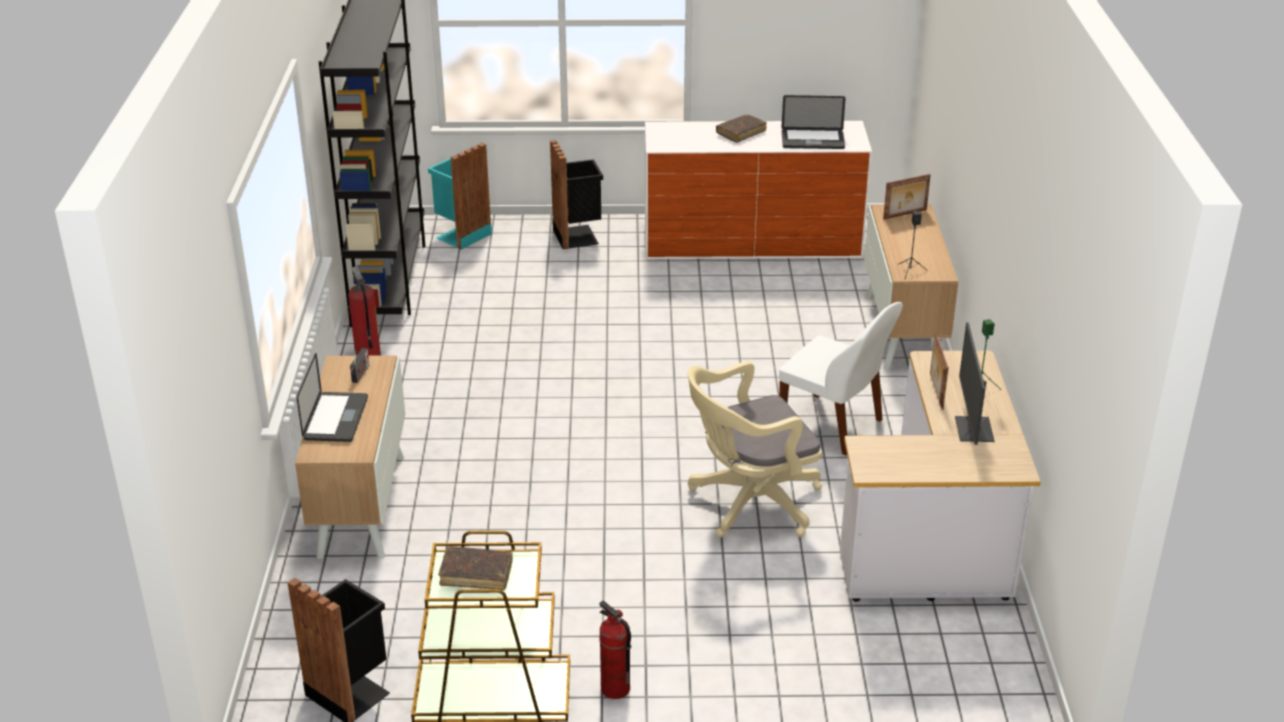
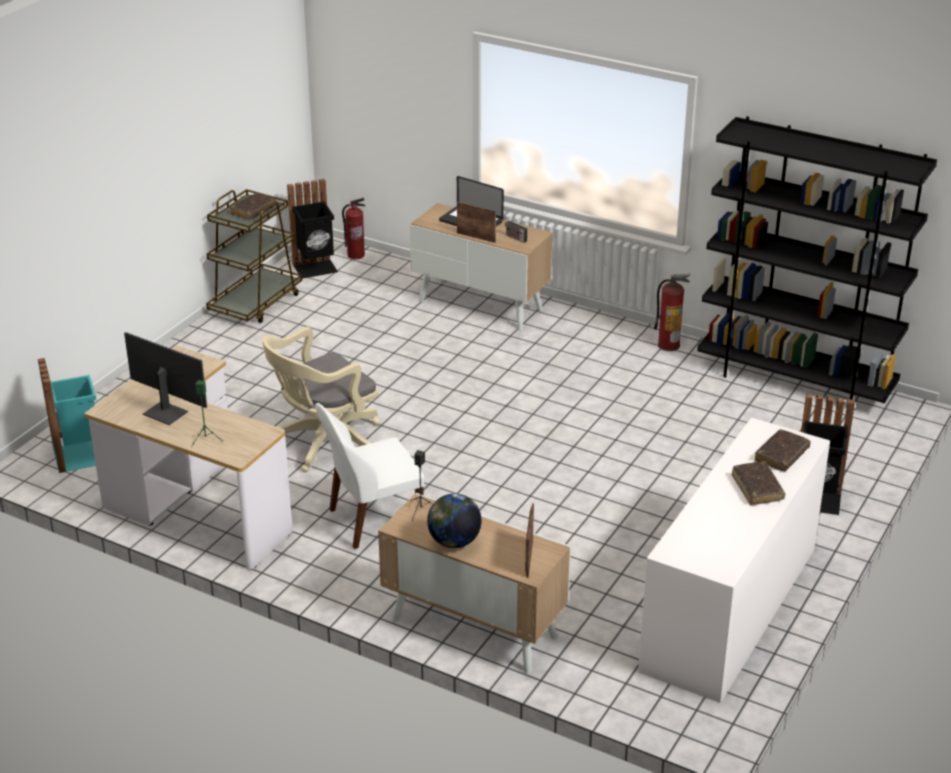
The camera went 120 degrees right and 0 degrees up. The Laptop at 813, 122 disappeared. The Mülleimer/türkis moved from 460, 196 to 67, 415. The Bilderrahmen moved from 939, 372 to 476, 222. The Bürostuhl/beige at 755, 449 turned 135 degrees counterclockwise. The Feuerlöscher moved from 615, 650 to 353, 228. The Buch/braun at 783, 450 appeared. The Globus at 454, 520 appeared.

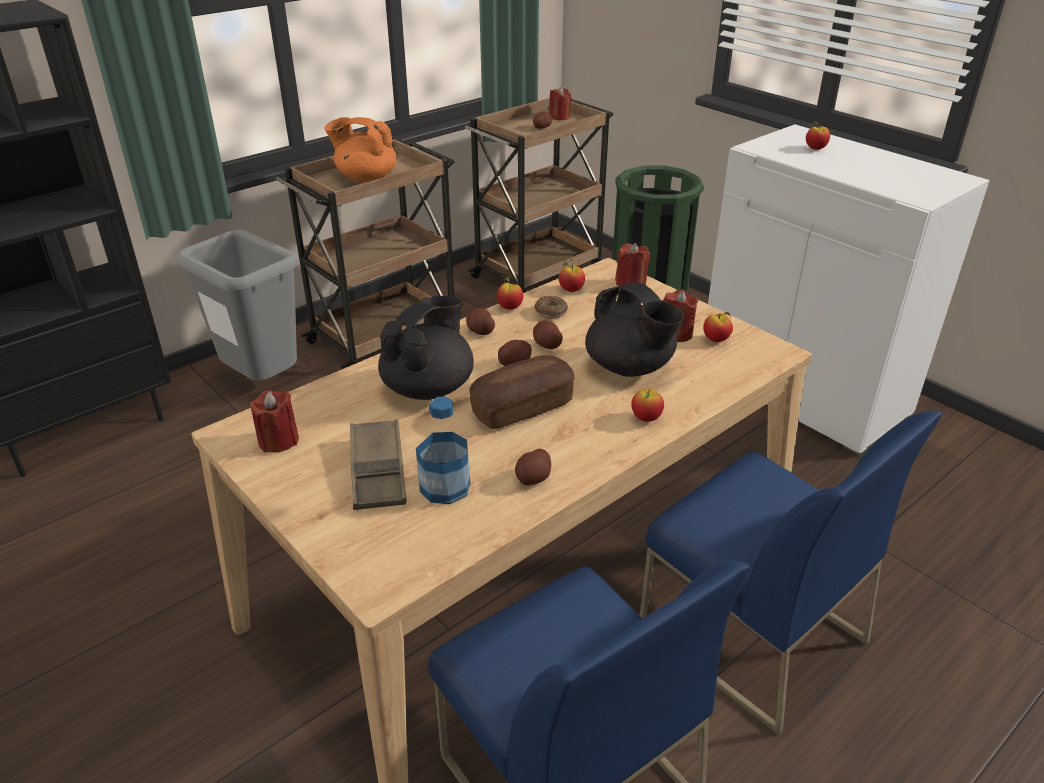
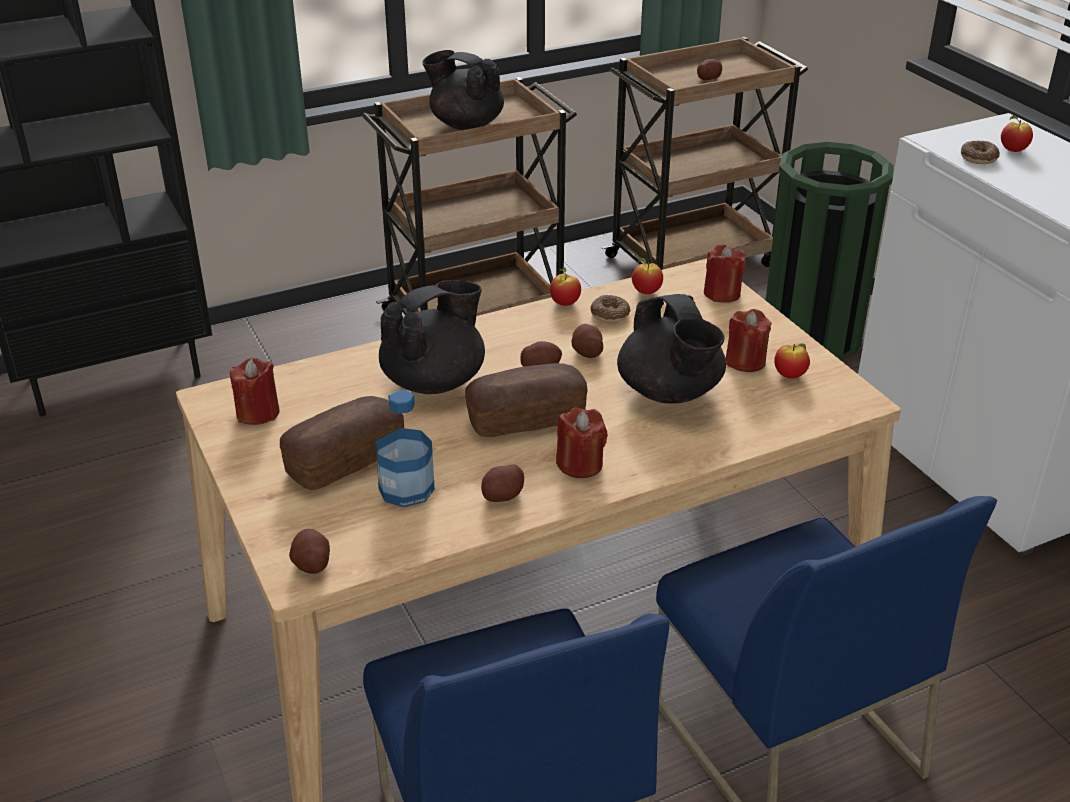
The camera went 15 degrees right and 0 degrees up. The Kerze/rot moved from 560, 103 to 582, 443. The Teekanne/orange at 360, 150 became the Teekanne/schwarz at 463, 90. The Mülleimer/grau at 238, 305 disappeared. The Kartoffel moved from 480, 321 to 309, 551. The Apfel at 647, 405 disappeared. The Tablett/braun at 378, 464 was replaced by the Brot at 342, 443. The Donut at 980, 152 appeared.

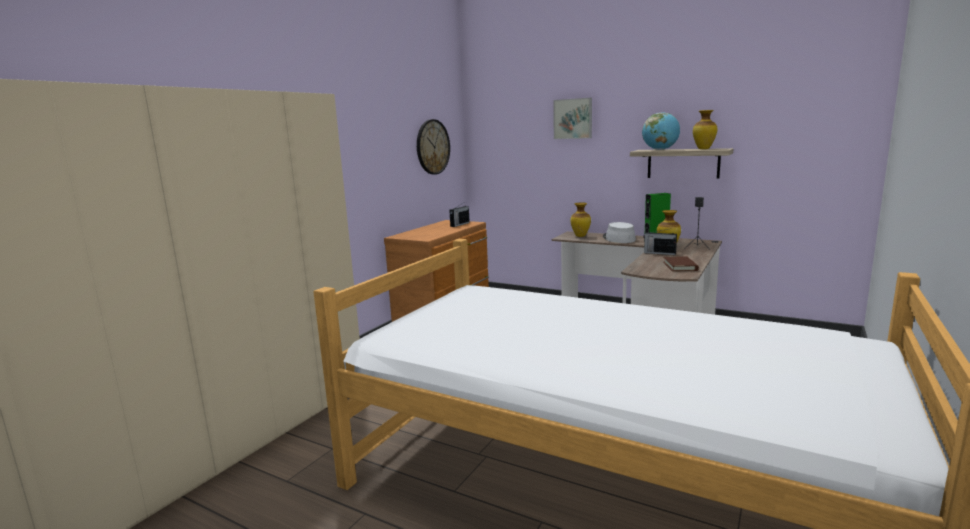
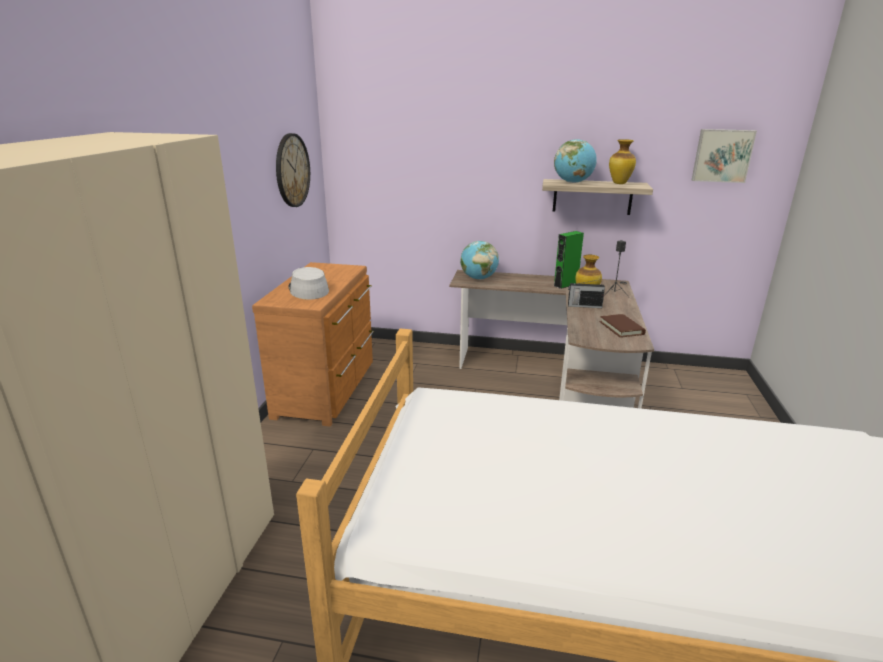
The camera went 20 degrees left and 10 degrees up. The Bild moved from 572, 118 to 724, 156. The Radio at 459, 215 disappeared. The Vase at 580, 220 was replaced by the Globus at 479, 260. The Hut/grau moved from 619, 232 to 308, 283.

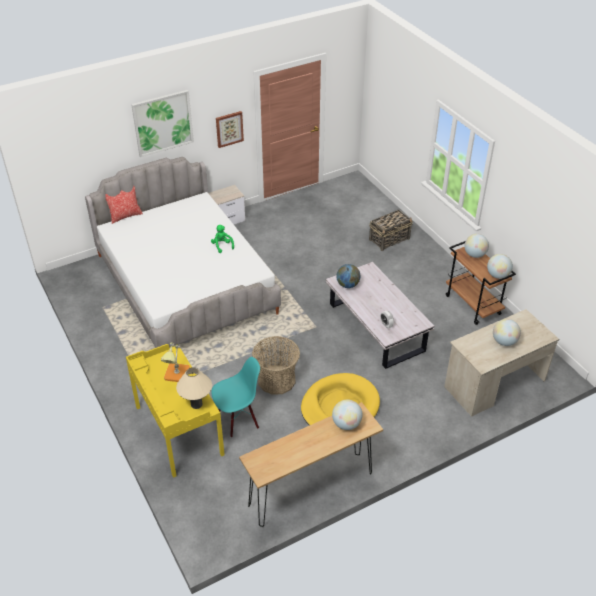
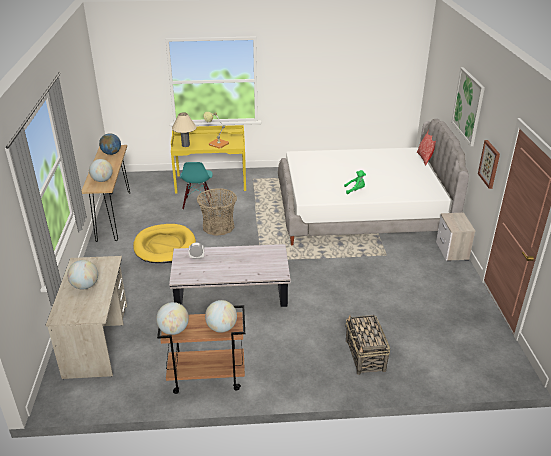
The camera went 115 degrees right and 10 degrees down. The Globus moved from 348, 276 to 110, 144.

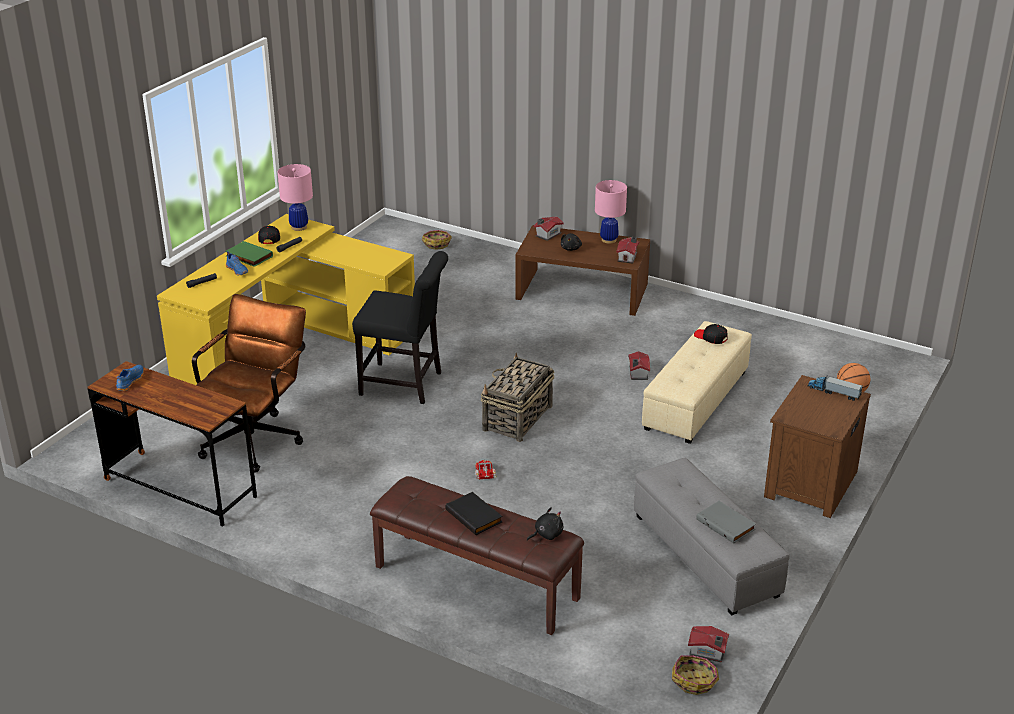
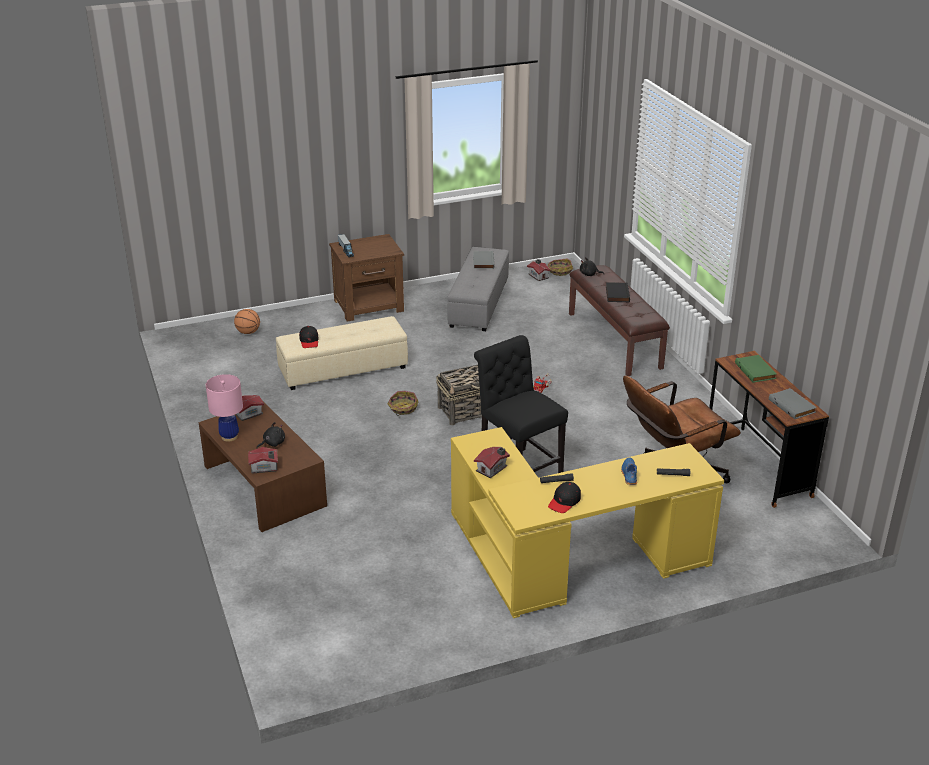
The camera went 140 degrees left and 0 degrees up. The Tischlampe/rosa at 295, 197 disappeared. The Korb moved from 437, 240 to 403, 403. The Buch/grün moved from 249, 254 to 755, 369. The Spielzeughaus moved from 639, 365 to 492, 462. The Schuh/blau at 130, 378 was replaced by the Buch/grau at 793, 403.

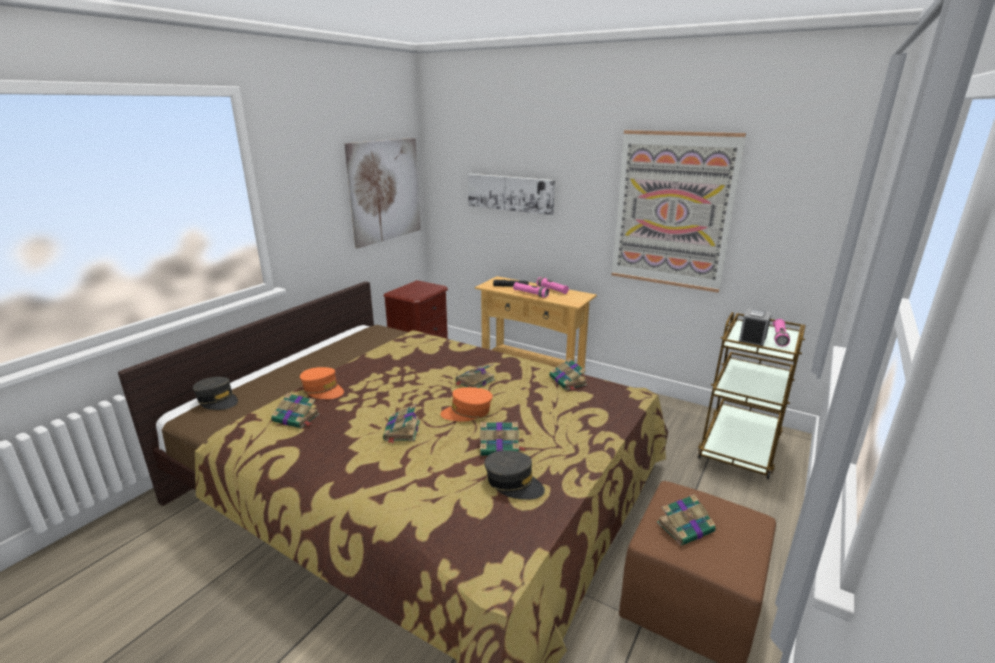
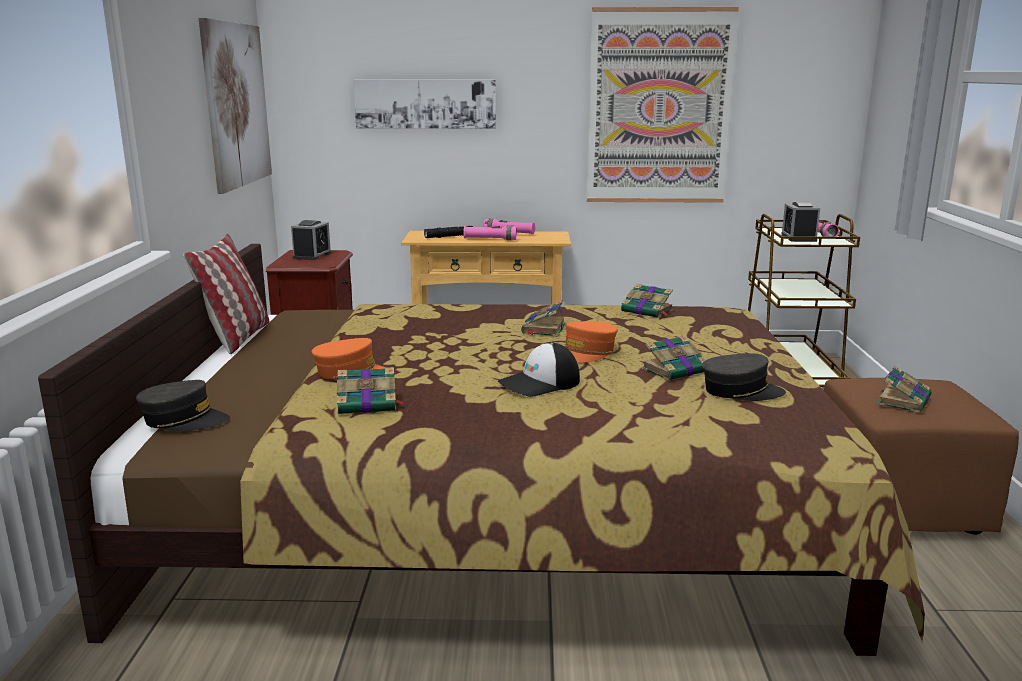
The camera went 30 degrees left and 5 degrees down. The Buch at 401, 423 was replaced by the Kappe at 539, 369. The Wecker at 311, 240 appeared. The Kissen at 226, 294 appeared.

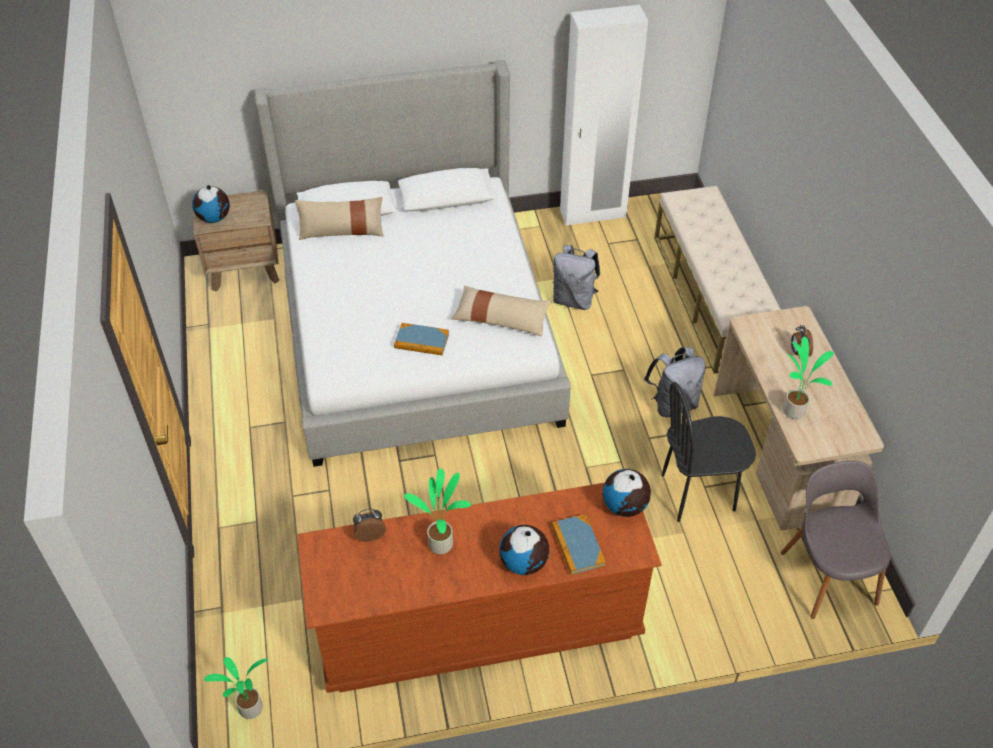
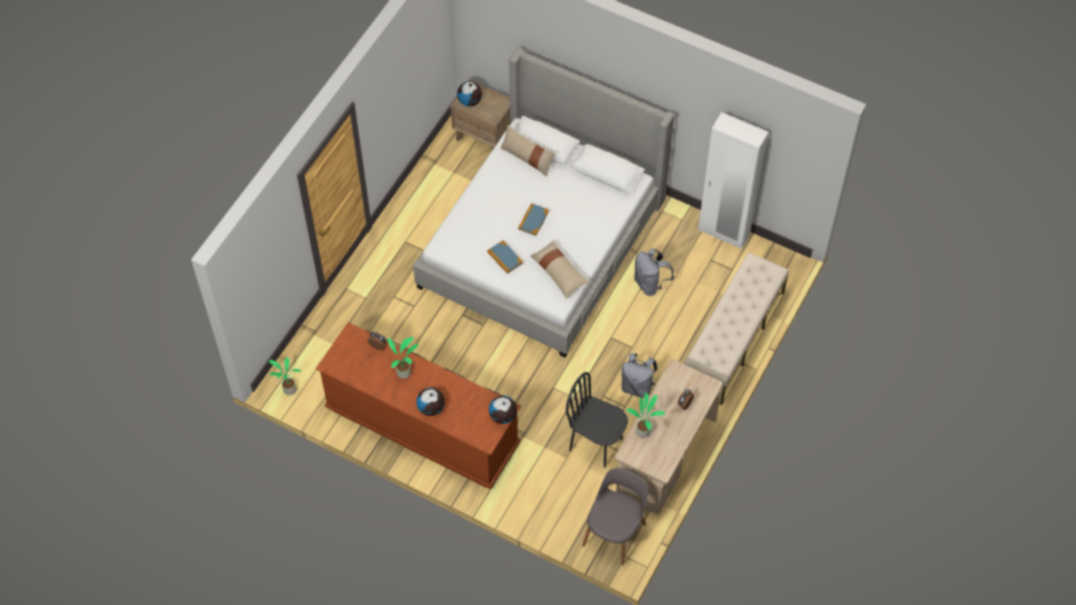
The camera went 40 degrees right and 10 degrees up. The Buch moved from 578, 544 to 533, 219.

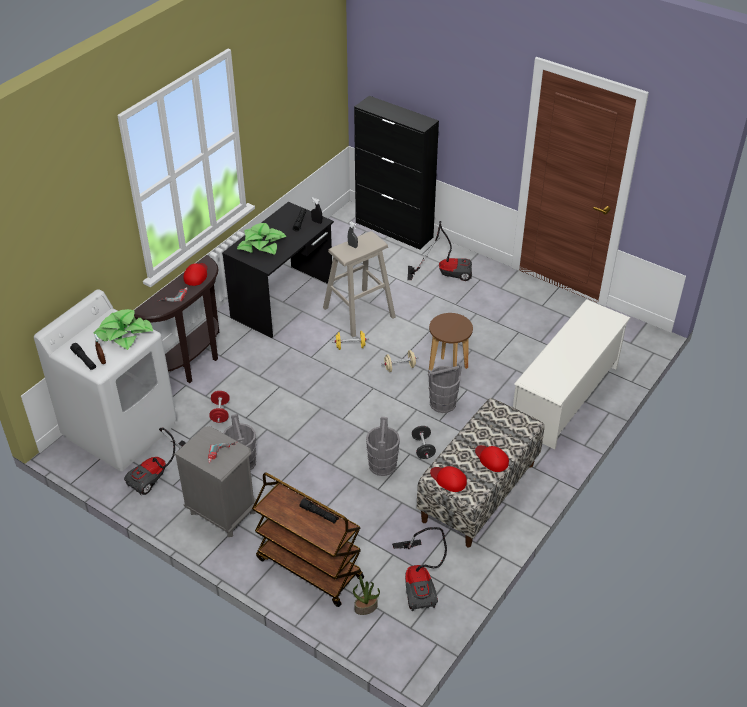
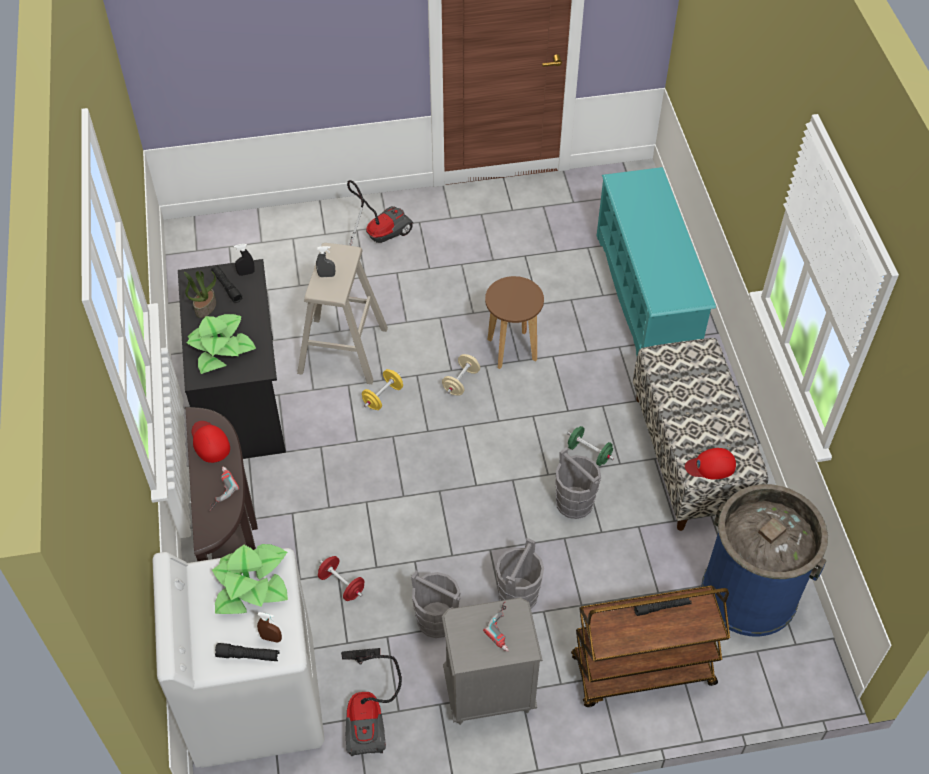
The camera went 45 degrees left and 10 degrees up. The Schrank/schwarz at 396, 173 disappeared. The Schuhregal/weiß at 571, 374 became the Schuhregal/türkis at 656, 261. The Eimer/grau moved from 445, 387 to 520, 573. The Hantel/schwarz at 424, 442 became the Hantel/grün at 590, 446. The Kappe/rot at 492, 458 disappeared. The Staubsauger at 419, 569 was replaced by the Mülleimer/blau at 764, 560. The Topfpflanze moved from 366, 595 to 200, 294.

